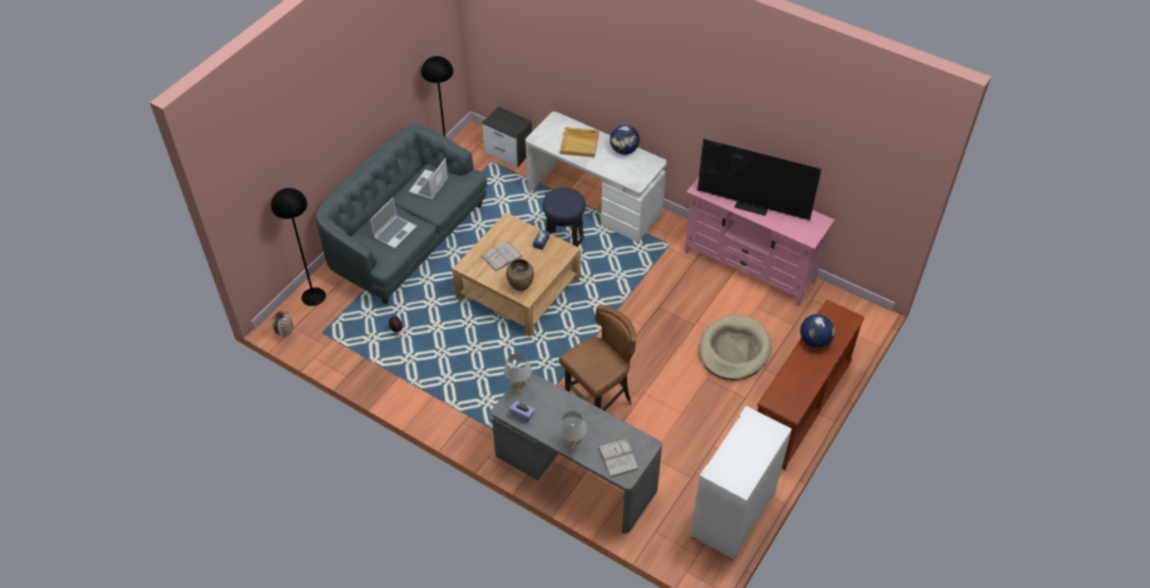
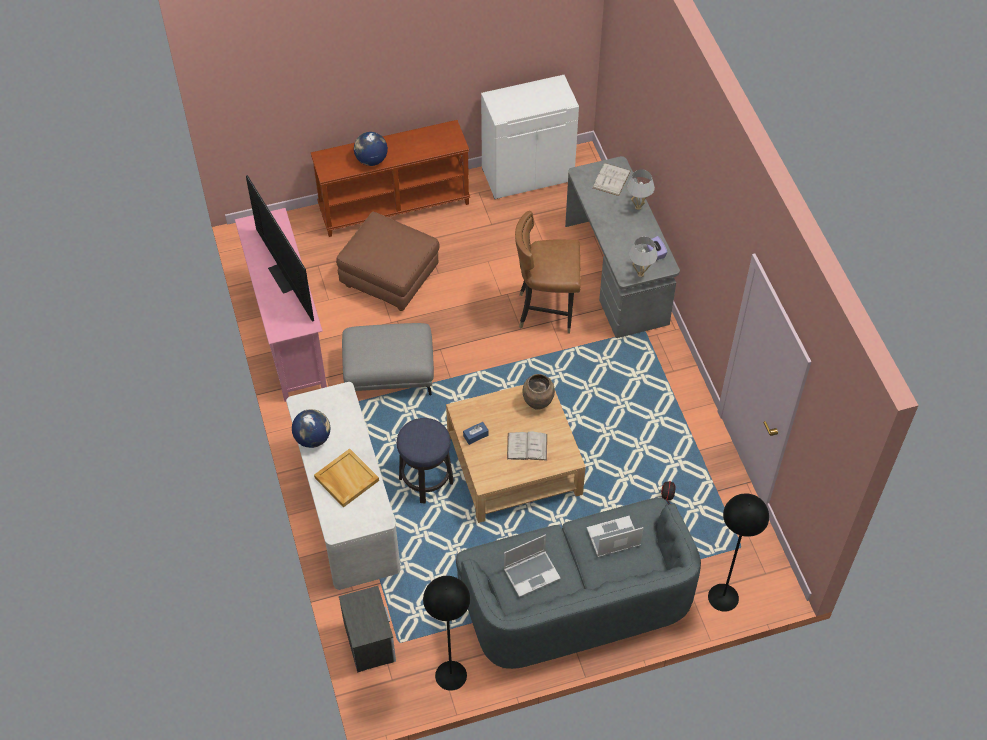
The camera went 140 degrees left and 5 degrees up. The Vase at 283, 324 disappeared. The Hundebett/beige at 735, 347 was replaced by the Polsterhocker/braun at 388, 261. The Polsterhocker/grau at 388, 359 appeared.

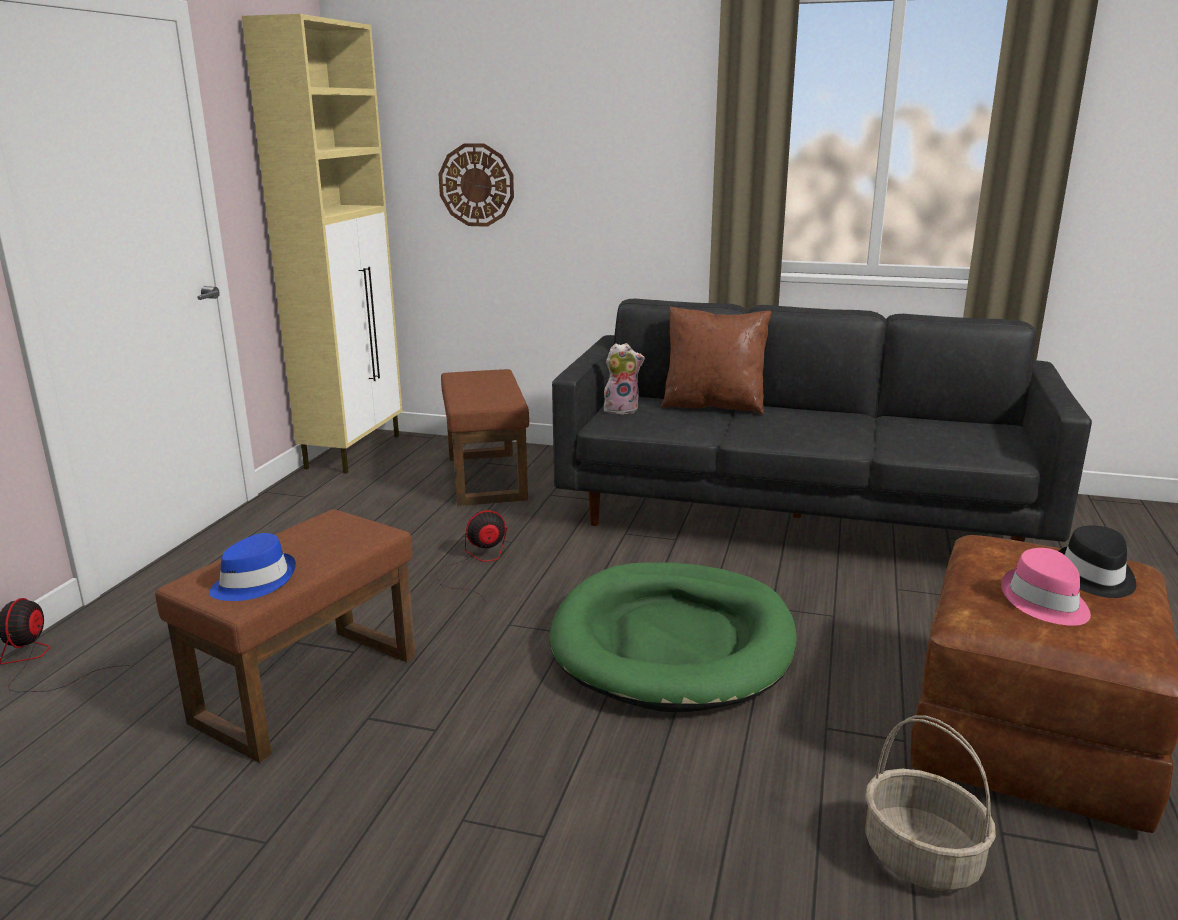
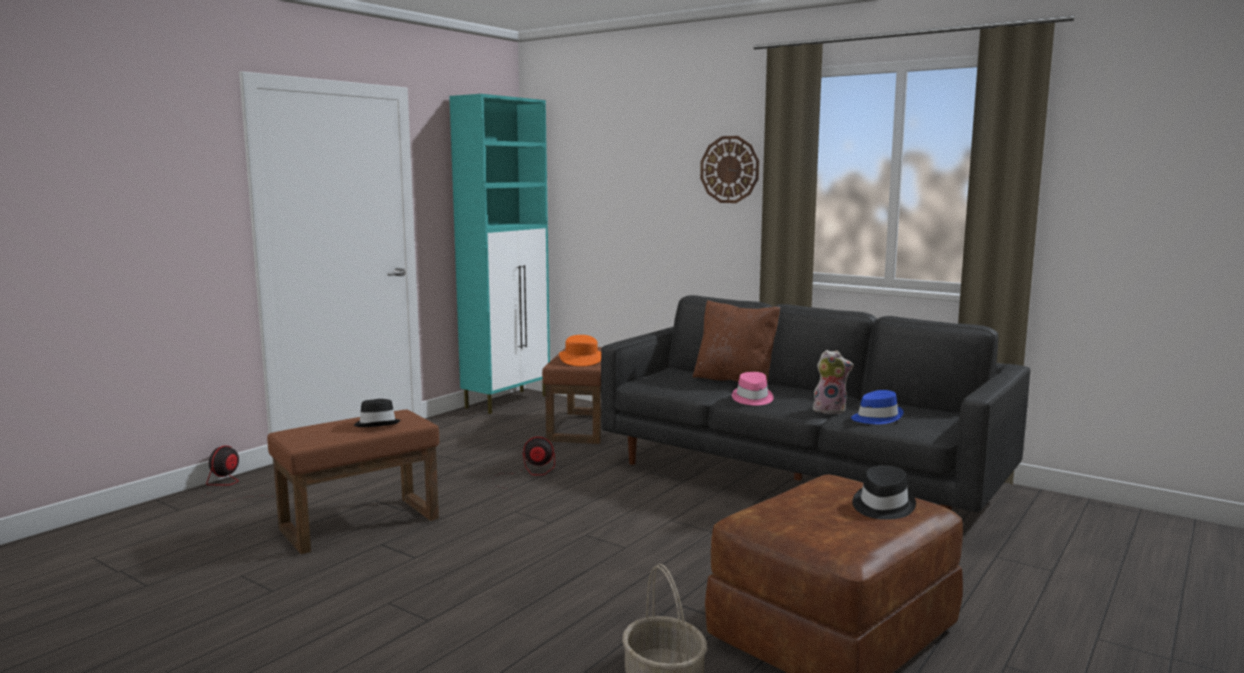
The camera went 20 degrees right and 10 degrees down. The Schrank/beige at 322, 244 became the Schrank/türkis at 499, 254. The Wanduhr moved from 476, 185 to 729, 169. The Plüschtier moved from 624, 378 to 832, 382. The Hut/blau moved from 252, 567 to 877, 407. The Hut/rosa moved from 1046, 587 to 753, 388. The Hundebett/grün at 673, 637 disappeared. The Hut/orange at 580, 351 appeared. The Hut/schwarz at 377, 413 appeared.

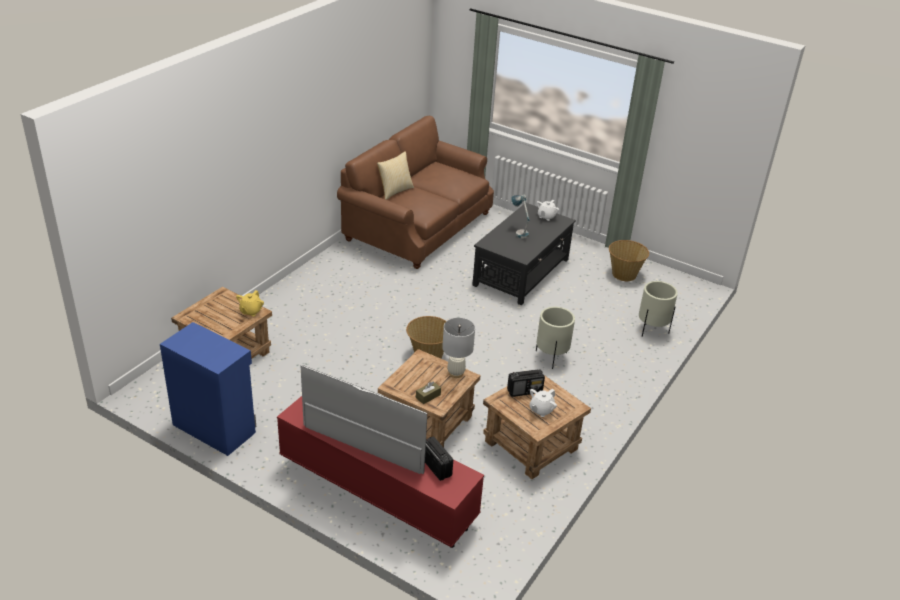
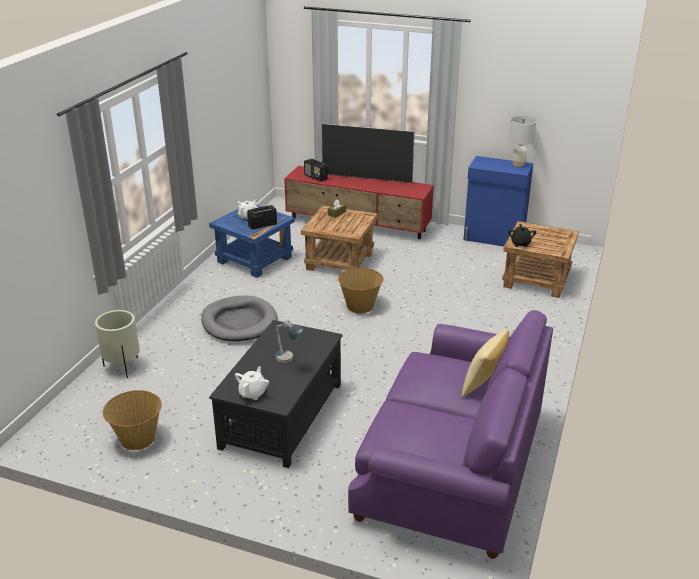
The camera went 170 degrees right and 5 degrees down. The Sofa/braun at 415, 192 became the Sofa/lila at 450, 434. The Teekanne/gelb at 250, 303 became the Teekanne/schwarz at 522, 235. The Pflanzkübel/beige at 555, 338 was replaced by the Hundebett/grau at 239, 319. The Tischlampe/weiß moved from 458, 348 to 522, 141. The Beistelltisch/braun at 537, 427 became the Beistelltisch/blau at 252, 241.

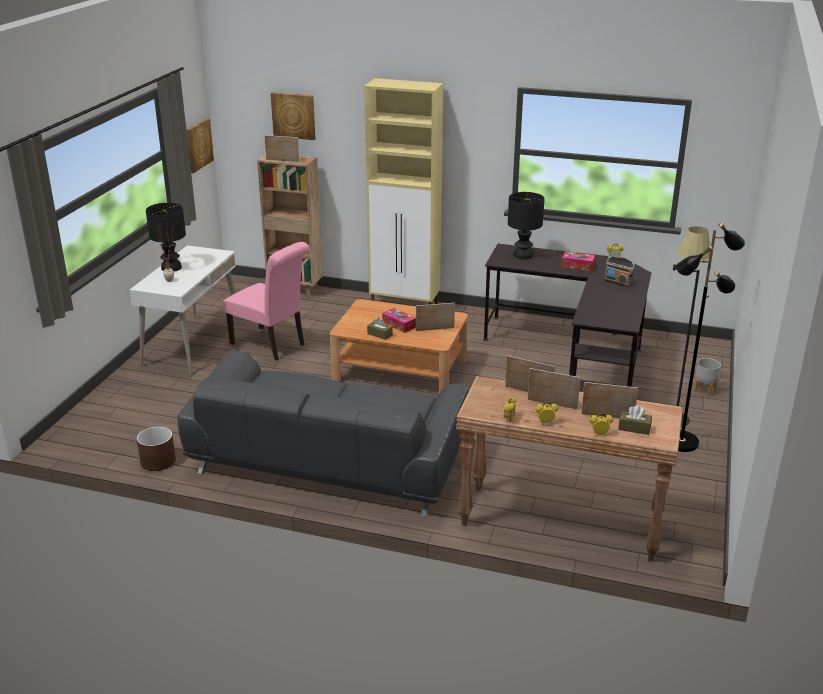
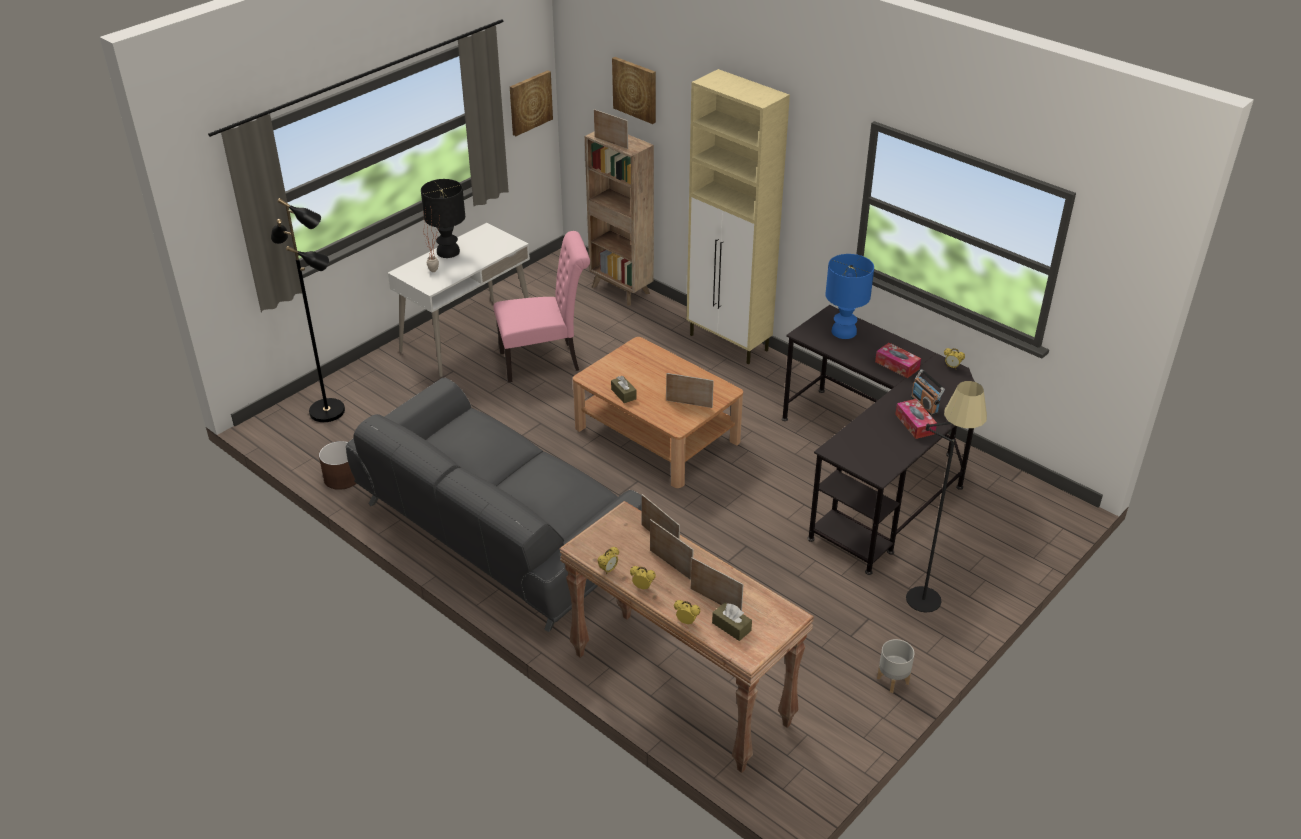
The camera went 25 degrees right and 10 degrees up. The Tischlampe/schwarz at 526, 225 became the Tischlampe/blau at 849, 296. The Stehlampe/schwarz moved from 710, 337 to 308, 310. The Stuhl/rosa at 265, 301 turned 75 degrees counterclockwise. The Taschentuchbox moved from 399, 320 to 916, 419. The Pflanzkübel/grau moved from 707, 377 to 896, 666.

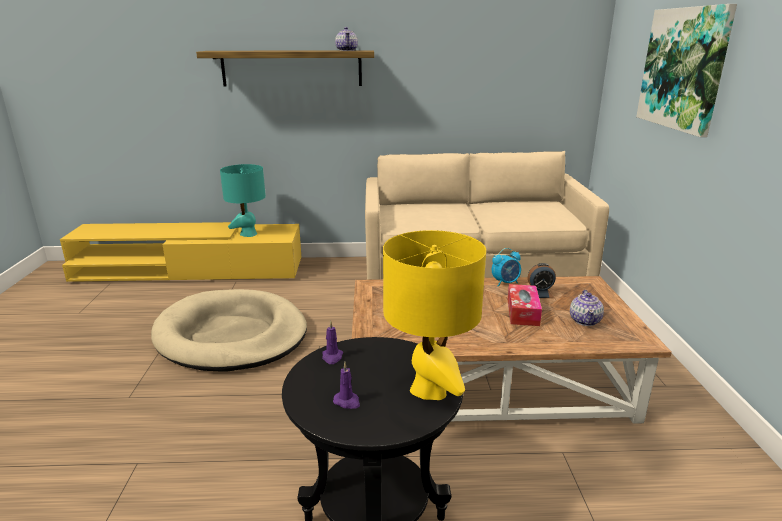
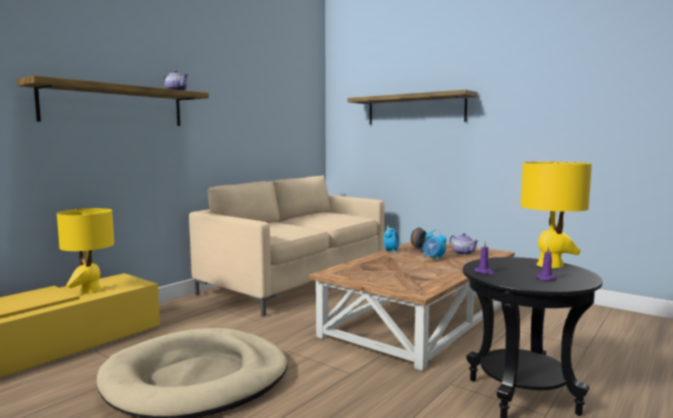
The camera went 50 degrees left and 15 degrees down. The Bild at 686, 70 was replaced by the Wandregal at 412, 107. The Tischlampe/türkis at 243, 200 became the Tischlampe/gelb at 85, 251. The Taschentuchbox at 525, 305 was replaced by the Wecker at 435, 245.

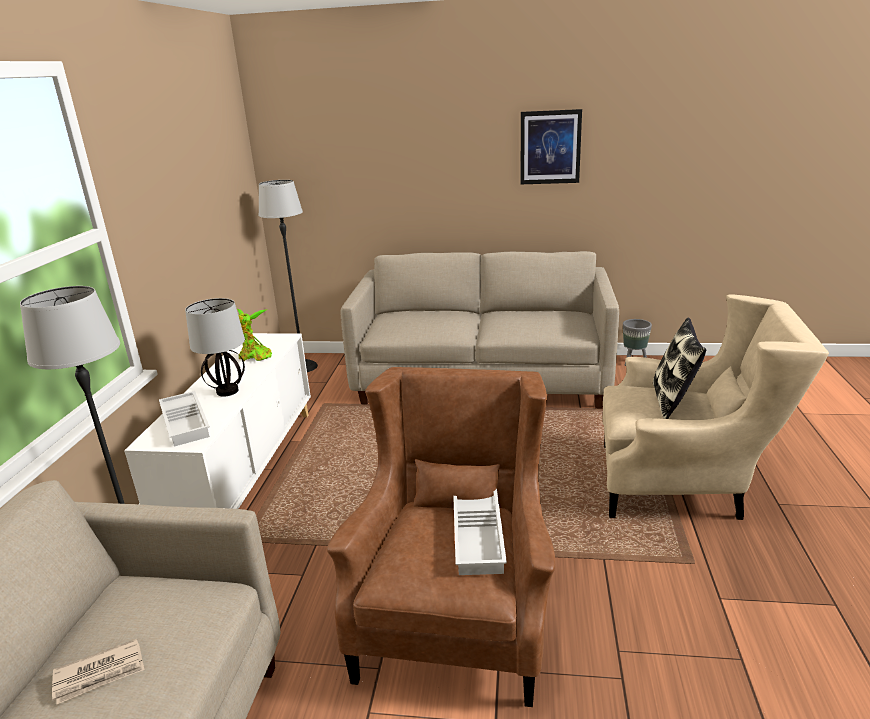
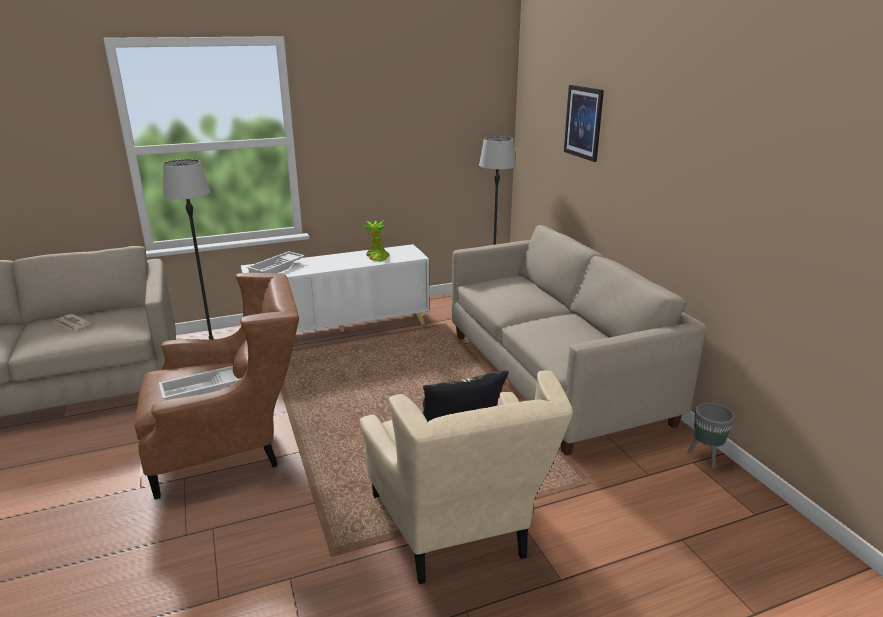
The camera went 60 degrees right and 0 degrees up. The Bild moved from 551, 146 to 584, 123. The Tischlampe at 215, 347 disappeared.

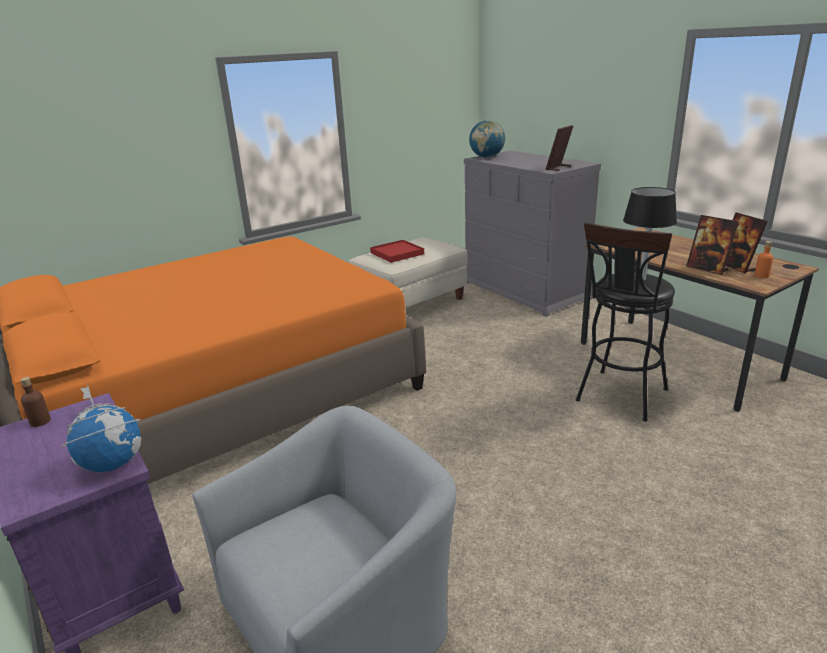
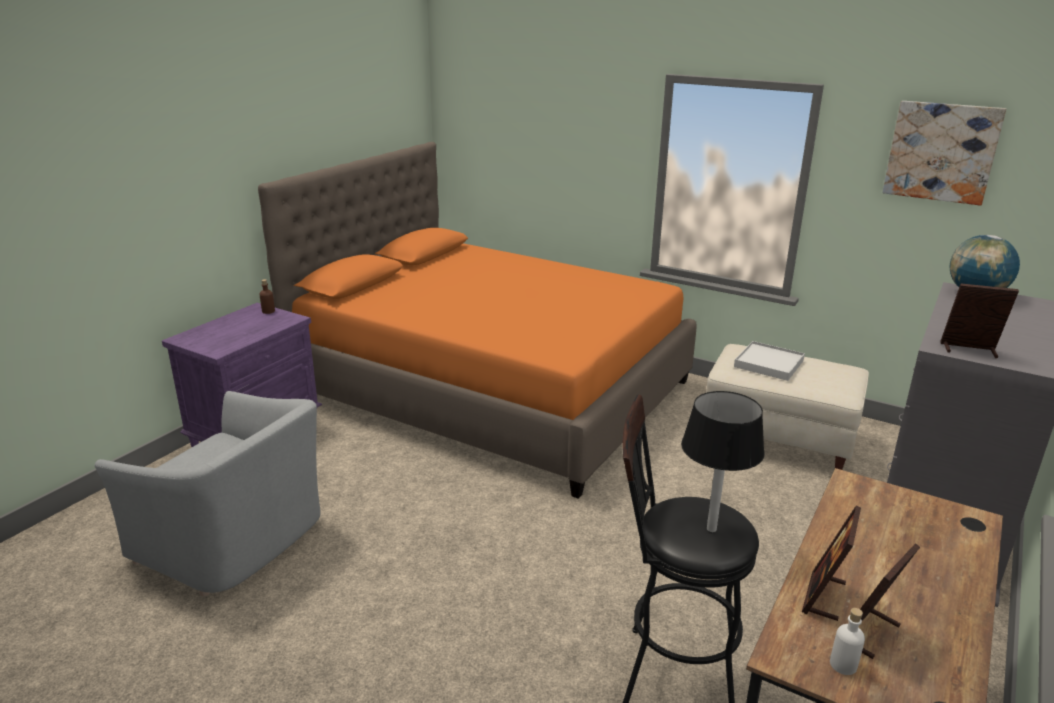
The camera went 65 degrees right and 0 degrees up. The Tablett/rot at 397, 251 became the Tablett/weiß at 769, 361. The Flasche/orange at 763, 259 became the Flasche/weiß at 847, 641. The Globus at 101, 429 disappeared. The Bild at 944, 153 appeared.

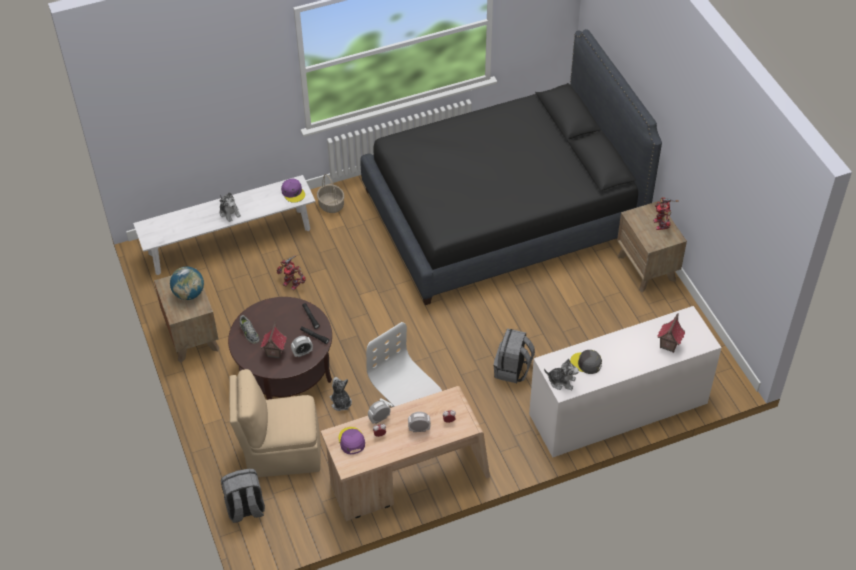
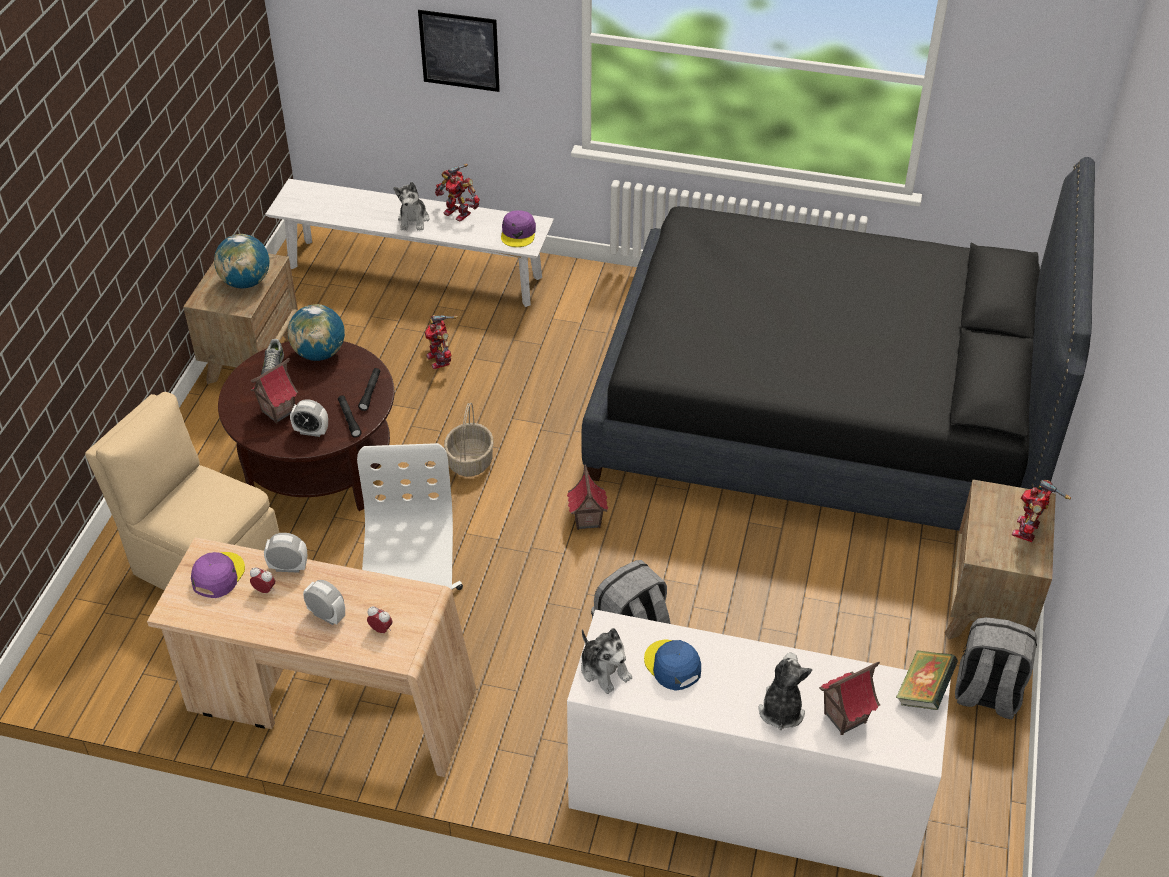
The camera went 35 degrees right and 5 degrees down. The Korb moved from 330, 193 to 469, 440. The Kappe/grau at 586, 362 became the Kappe/blau at 672, 665. The Plüschtier moved from 341, 394 to 785, 691. The Rucksack/grau moved from 243, 496 to 996, 668. The Bild at 459, 51 appeared. The Spielzeugroboter at 457, 192 appeared. The Globus at 316, 332 appeared. The Spielzeughaus at 587, 497 appeared. The Buch at 927, 680 appeared.

